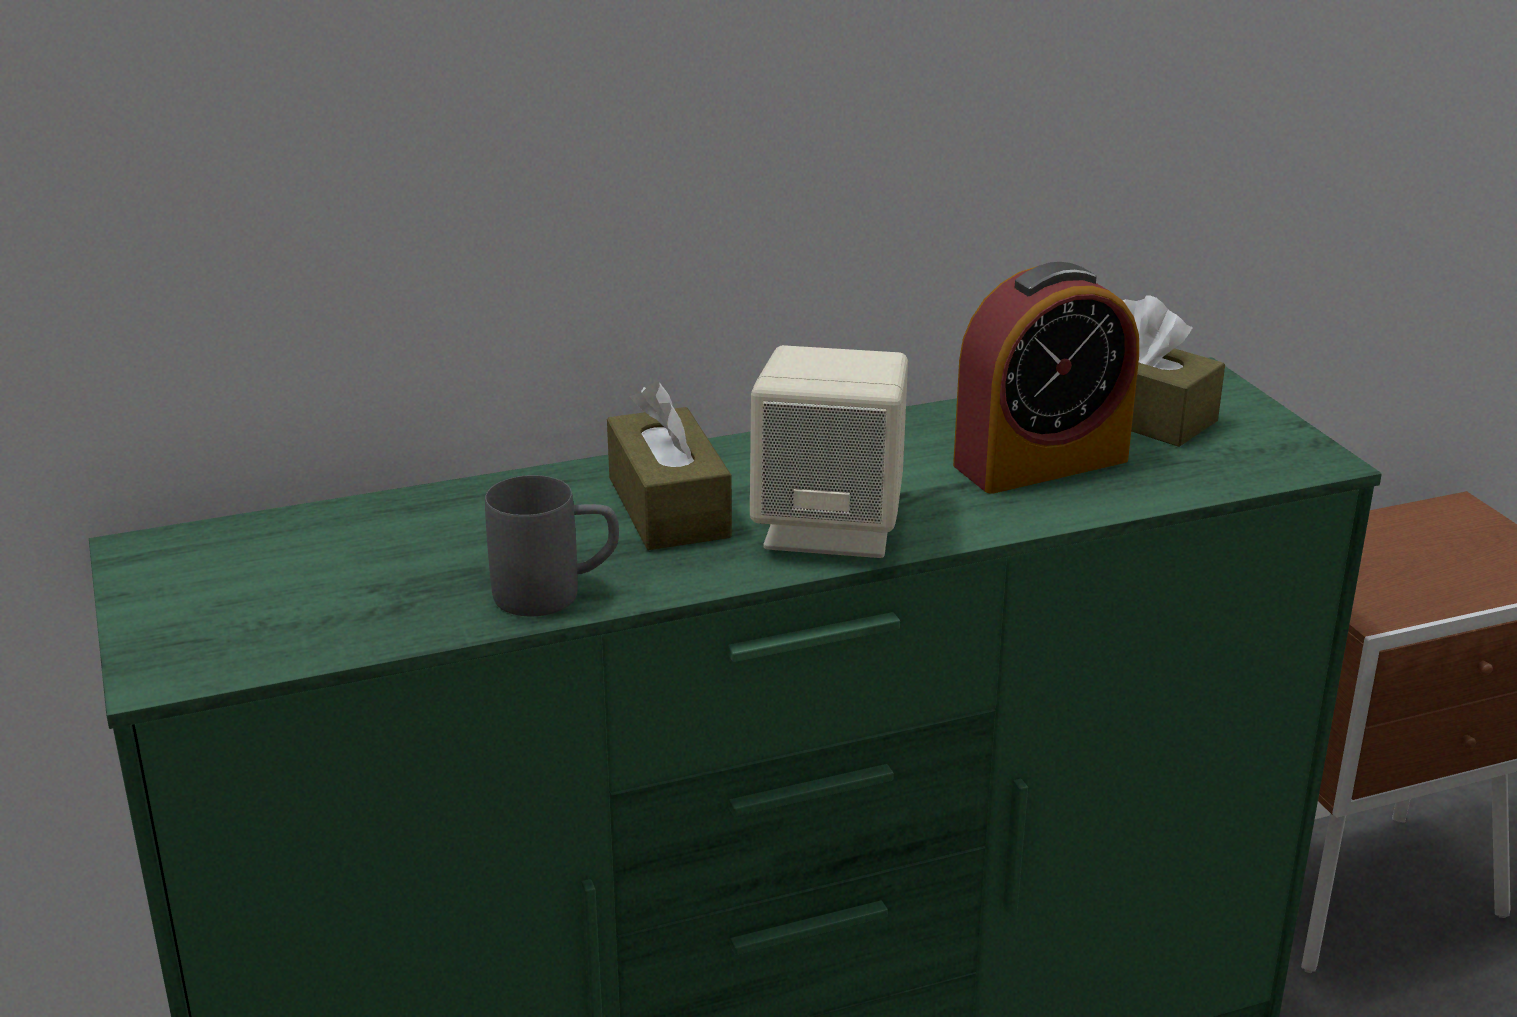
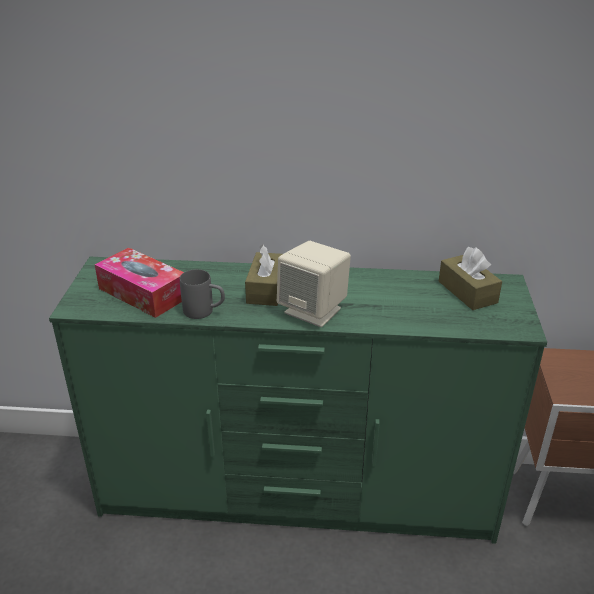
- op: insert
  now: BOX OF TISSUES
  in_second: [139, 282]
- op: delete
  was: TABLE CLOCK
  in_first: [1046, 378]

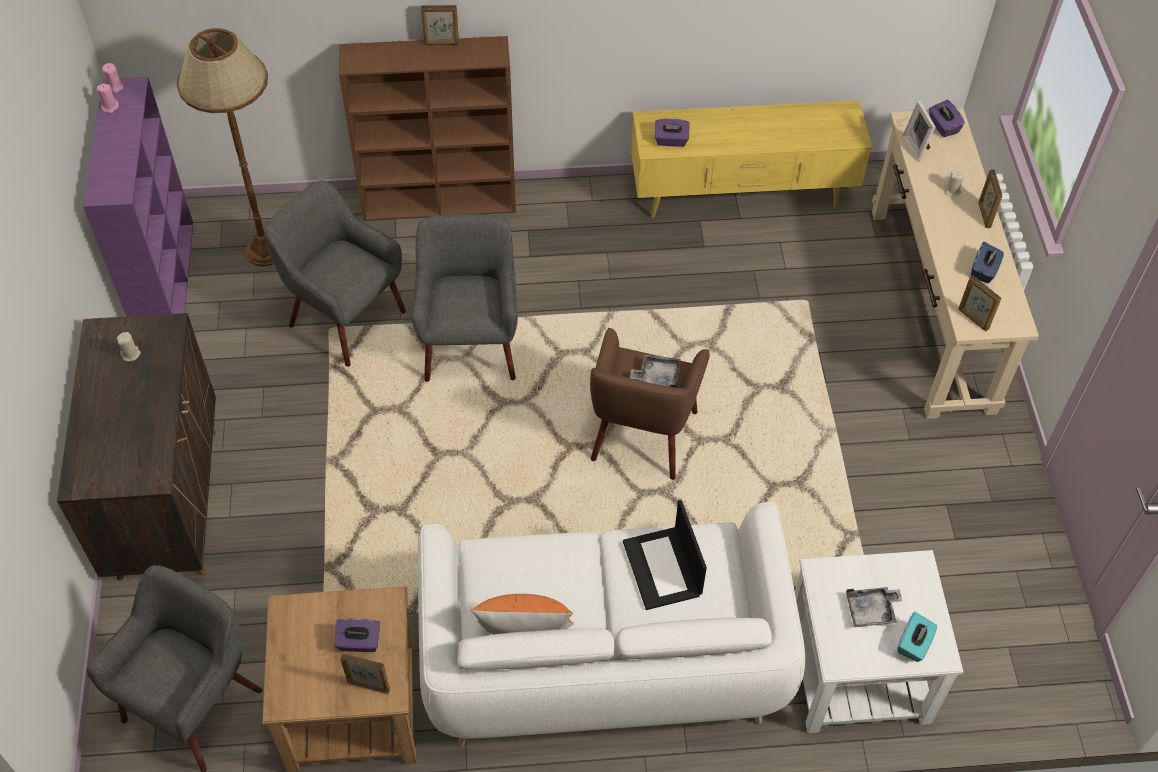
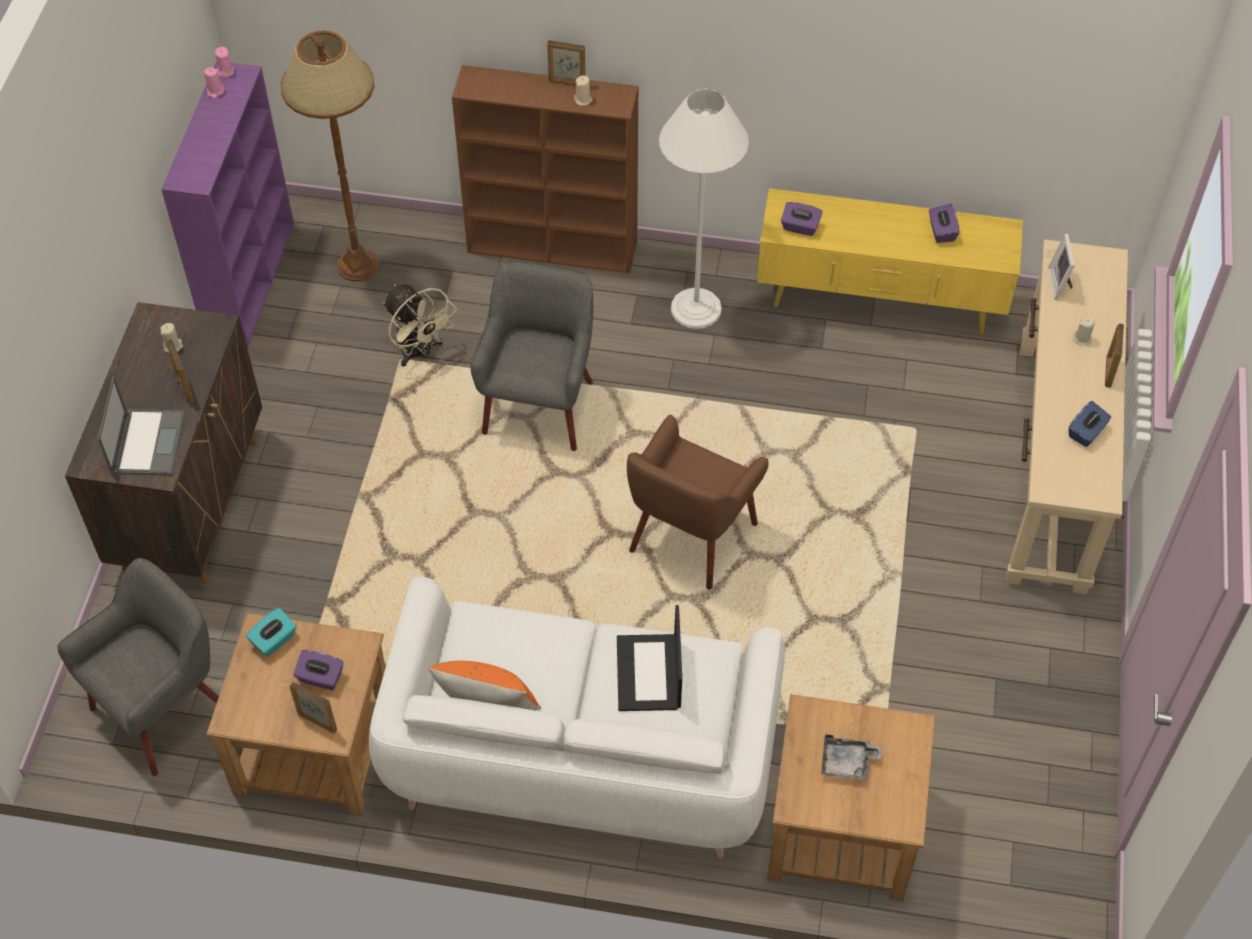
- op: insert
  now: PORTABLE COMPUTER
  in_second: [141, 426]
- op: move
  was: PICTURE FRAME
  in_first: [979, 303]
  in_second: [180, 371]
- op: move
  was: TURQUOISE-COLOURED BOX OF TISSUES
  in_first: [917, 637]
  in_second: [271, 632]
- op: replace
  was: GREY EASY CHAIR
  now: SAND-COLOURED FAN
  in_first: [335, 273]
  in_second: [420, 325]
- op: insert
  now: SAND-COLOURED WAX CANDLE
  in_second: [583, 91]
- op: insert
  now: WHITE-COLOURED STANDARD LAMP
  in_second: [704, 208]
- op: recolor
  was: WHITE-COLOURED END TABLE
  now: BROWN END TABLE
  in_first: [879, 641]
  in_second: [851, 797]
- op: move
  was: PURPLISH BOX OF TISSUES
  in_first: [947, 118]
  in_second: [944, 223]
- op: delete
  was: GREY TRAY
  in_first: [655, 370]

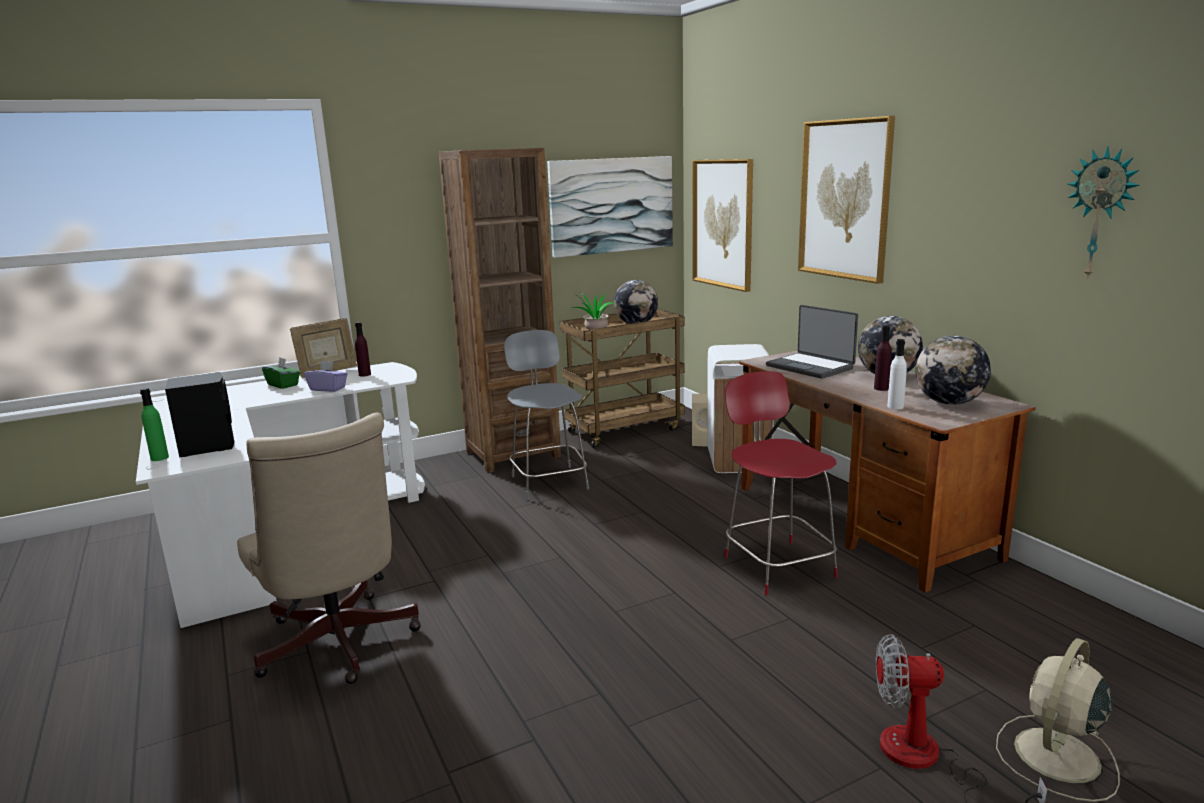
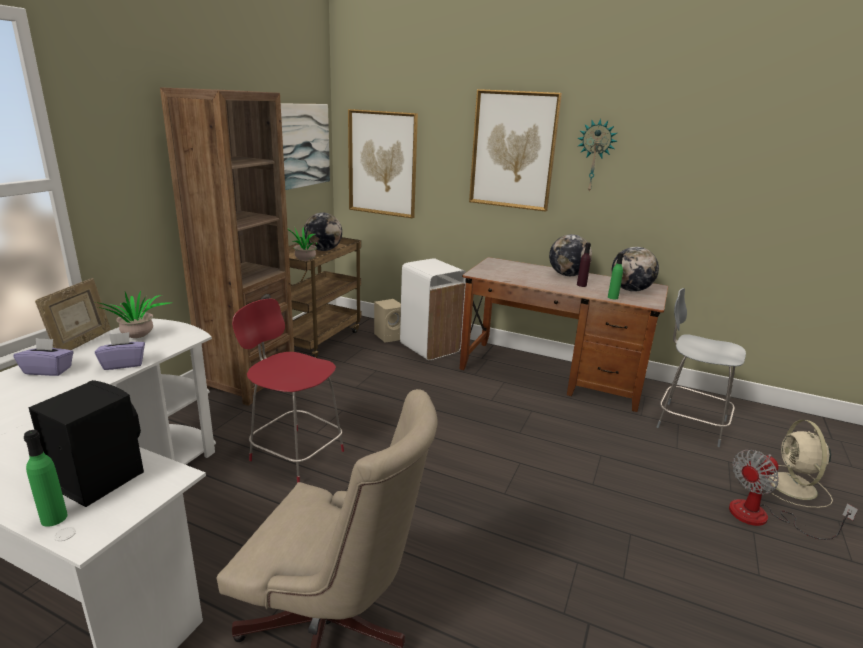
- op: recolor
  was: GREEN-COLOURED BOX OF TISSUES
  now: PURPLISH BOX OF TISSUES
  in_first: [281, 373]
  in_second: [44, 357]
- op: replace
  was: PURPLISH BOTTLE
  now: HOUSEPLANT
  in_first: [363, 349]
  in_second: [133, 314]
- op: move
  was: RED CHAIR
  in_first: [781, 483]
  in_second: [288, 390]
- op: move
  was: CLOCK ON THE WALL
  in_first: [1104, 213]
  in_second: [597, 155]
- op: recolor
  was: WHITE-COLOURED BOTTLE
  now: GREEN-COLOURED BOTTLE
  in_first: [897, 374]
  in_second: [616, 276]
- op: move
  was: GREY CHAIR
  in_first: [546, 415]
  in_second: [701, 367]
- op: delete
  was: PORTABLE COMPUTER
  in_first: [812, 342]

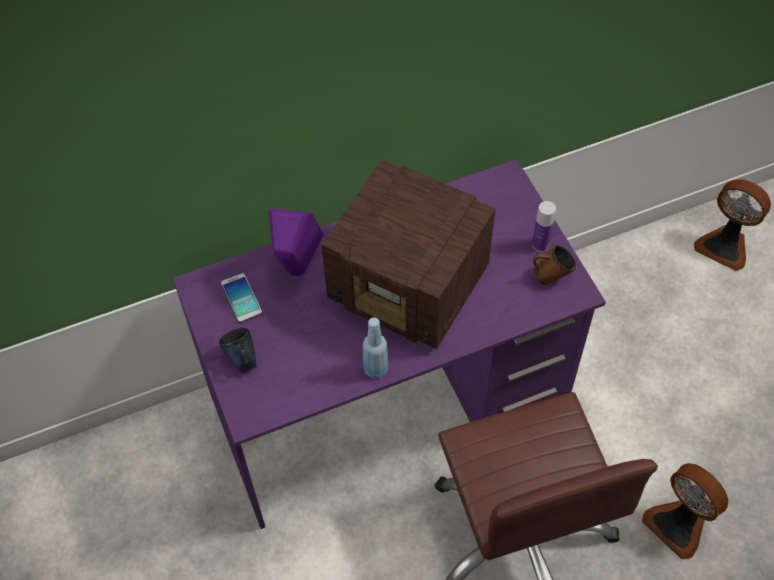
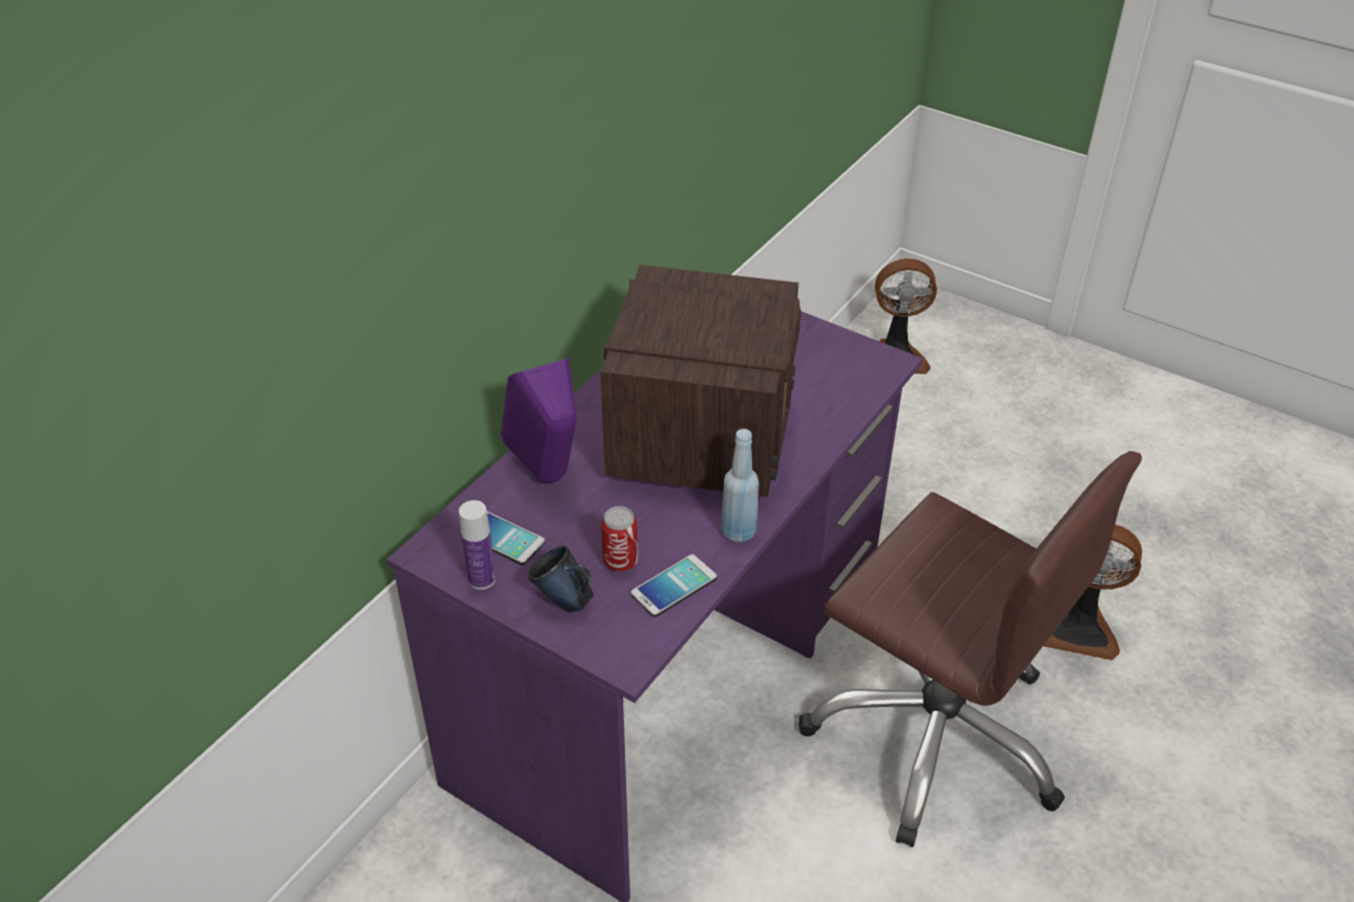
- op: move
  was: BOTTLE
  in_first: [544, 226]
  in_second: [477, 545]
- op: rotate
  was: RADIO RECEIVER
  in_first: [408, 254]
  in_second: [700, 381]
  clockwise: -75
- op: insert
  now: SEALED CAN
  in_second: [619, 539]
- op: insert
  now: TELEPHONE
  in_second: [674, 585]
- op: delete
  was: BROWN COFFEE MUG
  in_first: [554, 265]

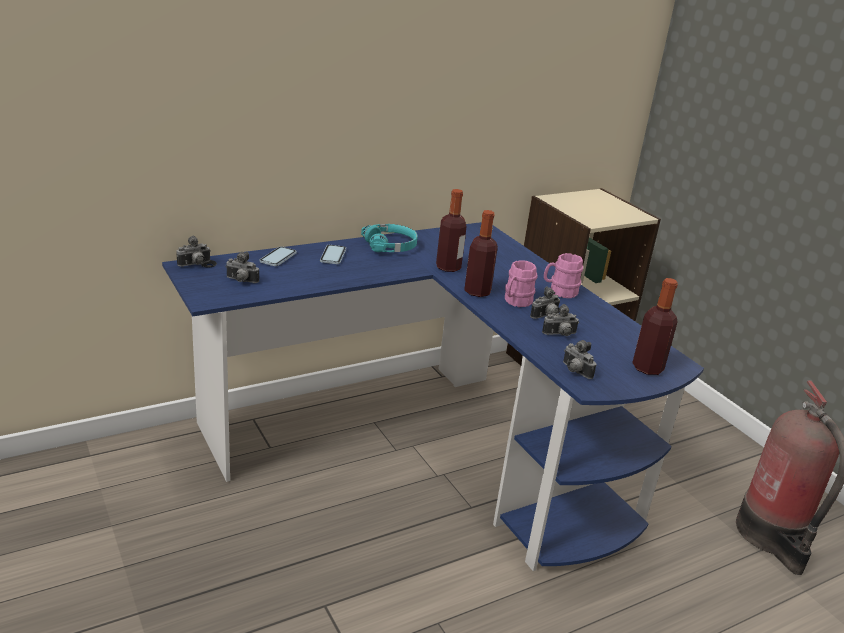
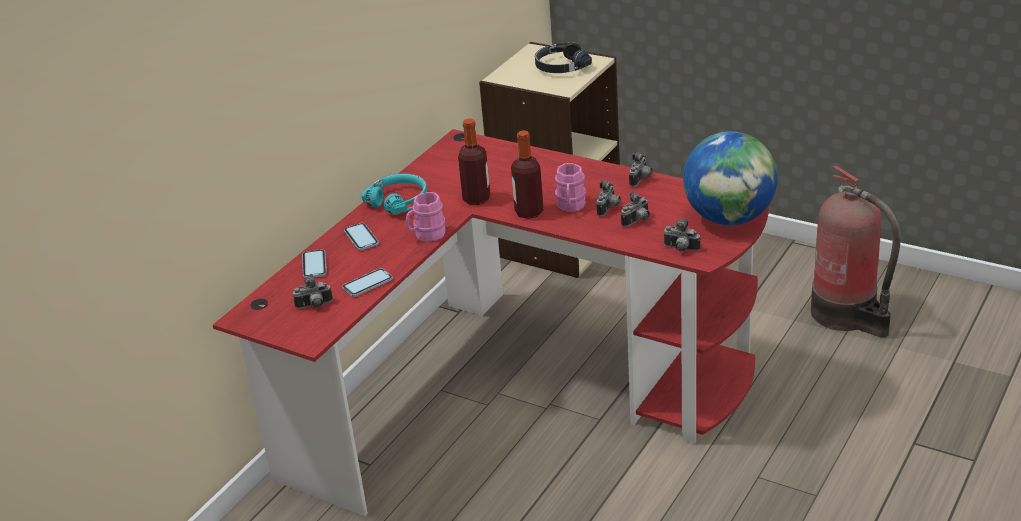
- op: recolor
  was: BLUISH DESK TABLE
  now: RED DESK TABLE
  in_first: [433, 396]
  in_second: [491, 322]
- op: insert
  now: TELEPHONE
  in_second: [367, 282]
- op: move
  was: PINK COFFEE MUG
  in_first: [563, 275]
  in_second: [426, 217]
- op: insert
  now: BLACKISH PAIR OF HEADPHONES
  in_second: [563, 57]
- op: move
  was: STILL CAMERA
  in_first: [193, 251]
  in_second: [640, 169]
- op: replace
  was: BOTTLE
  now: DESK GLOBE
  in_first: [655, 326]
  in_second: [730, 178]

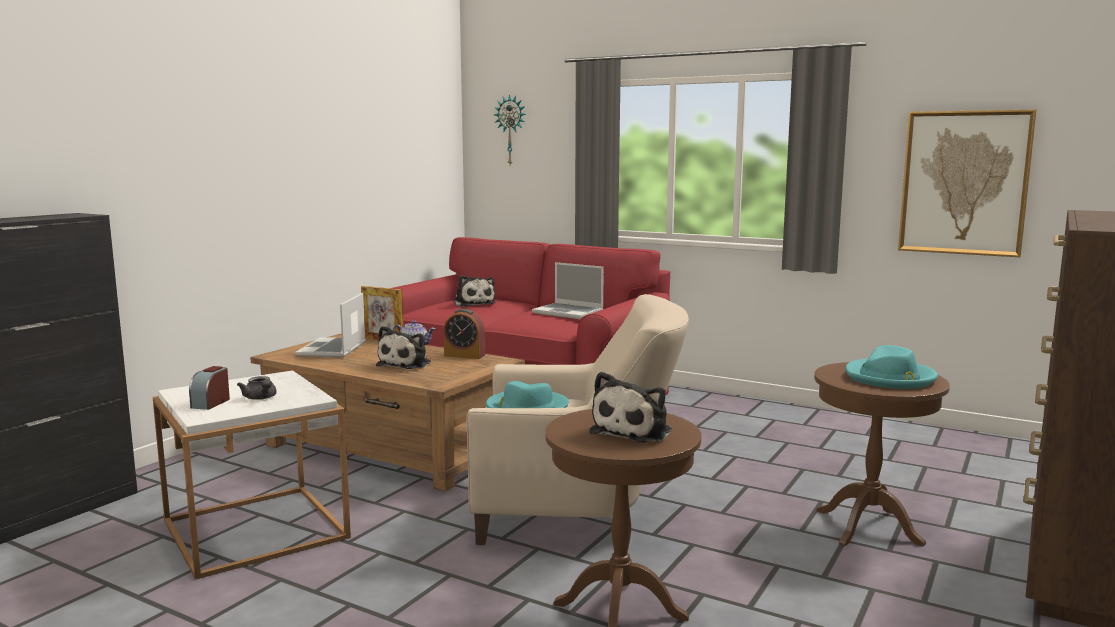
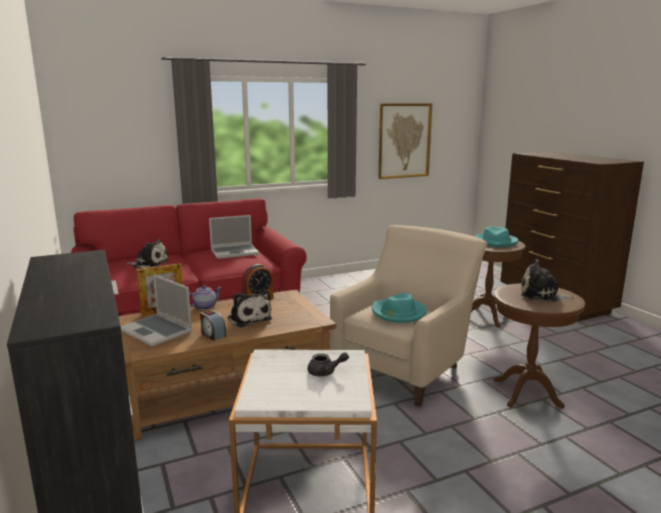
- op: move
  was: TABLE CLOCK
  in_first: [209, 388]
  in_second: [213, 325]
- op: rotate
  was: PLUSH TOY
  in_first: [630, 407]
  in_second: [548, 280]
  clockwise: 135
- op: delete
  was: CLOCK ON THE WALL
  in_first: [510, 129]

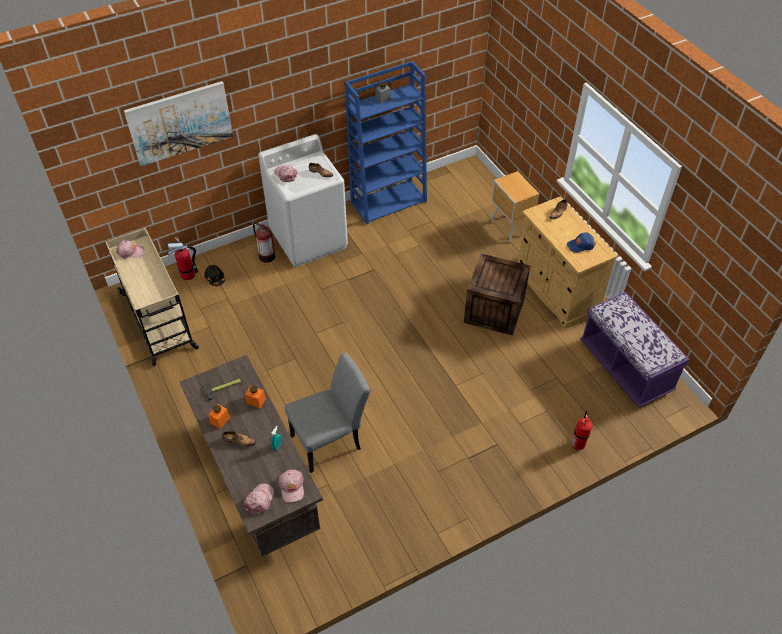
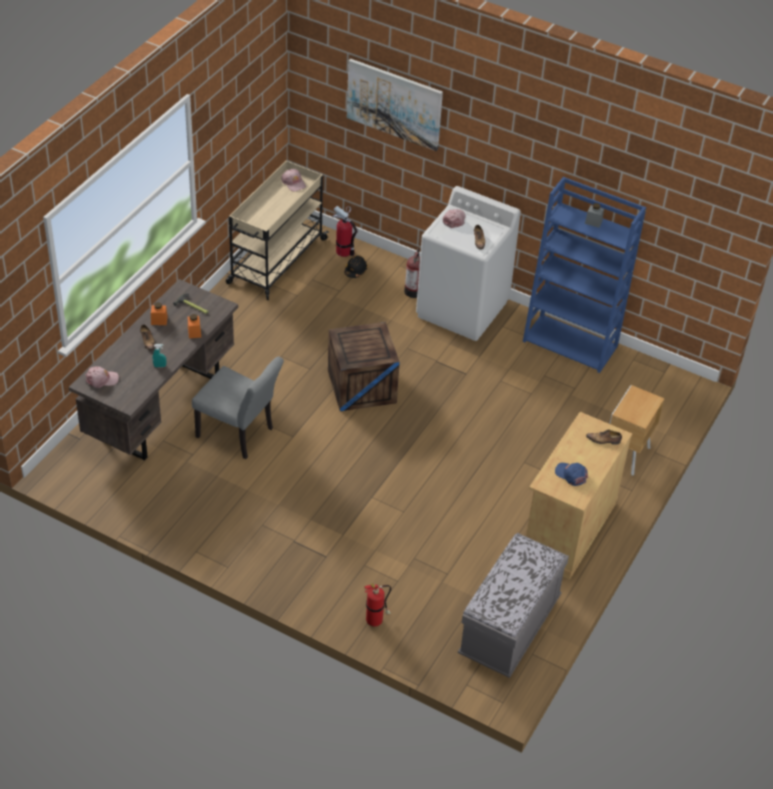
- op: move
  was: PACKING CRATE
  in_first: [497, 295]
  in_second: [364, 366]
- op: recolor
  was: PURPLISH INDOOR BENCH
  now: GREY INDOOR BENCH
  in_first: [635, 349]
  in_second: [513, 605]
- op: delete
  was: PINK BASEBALL CAP
  in_first: [291, 486]

